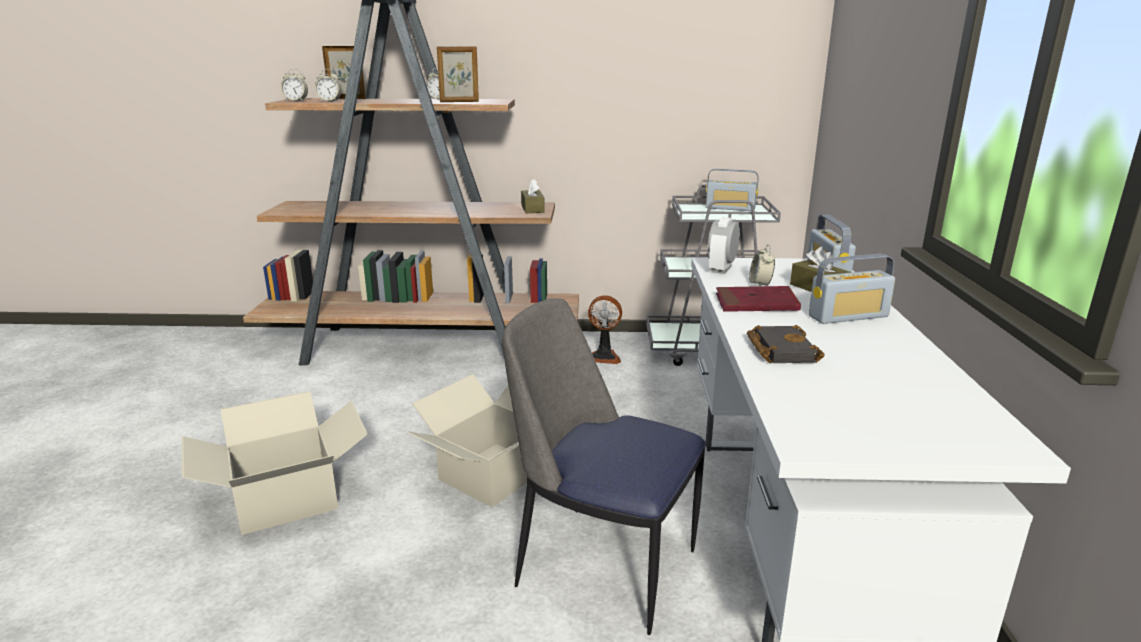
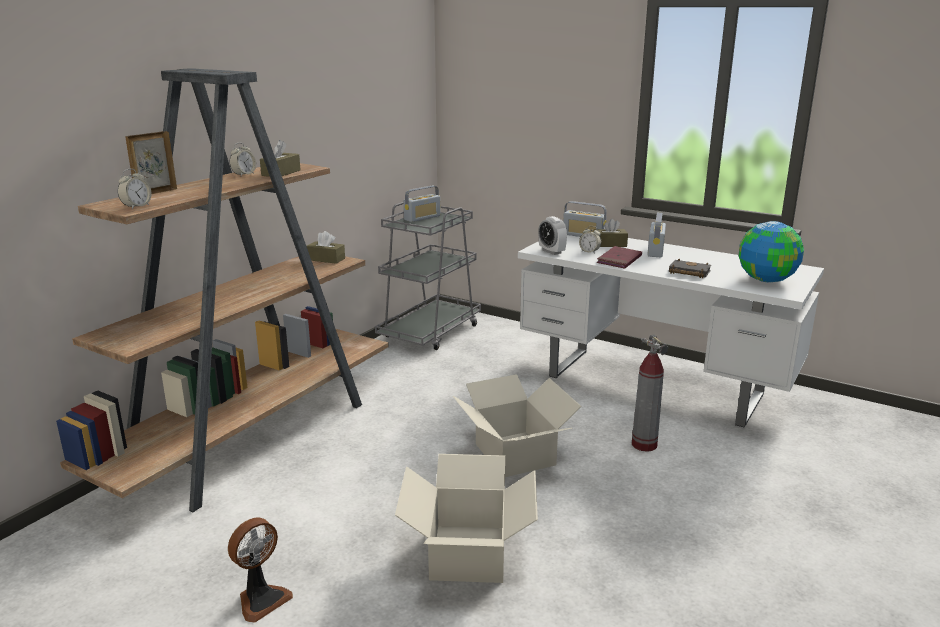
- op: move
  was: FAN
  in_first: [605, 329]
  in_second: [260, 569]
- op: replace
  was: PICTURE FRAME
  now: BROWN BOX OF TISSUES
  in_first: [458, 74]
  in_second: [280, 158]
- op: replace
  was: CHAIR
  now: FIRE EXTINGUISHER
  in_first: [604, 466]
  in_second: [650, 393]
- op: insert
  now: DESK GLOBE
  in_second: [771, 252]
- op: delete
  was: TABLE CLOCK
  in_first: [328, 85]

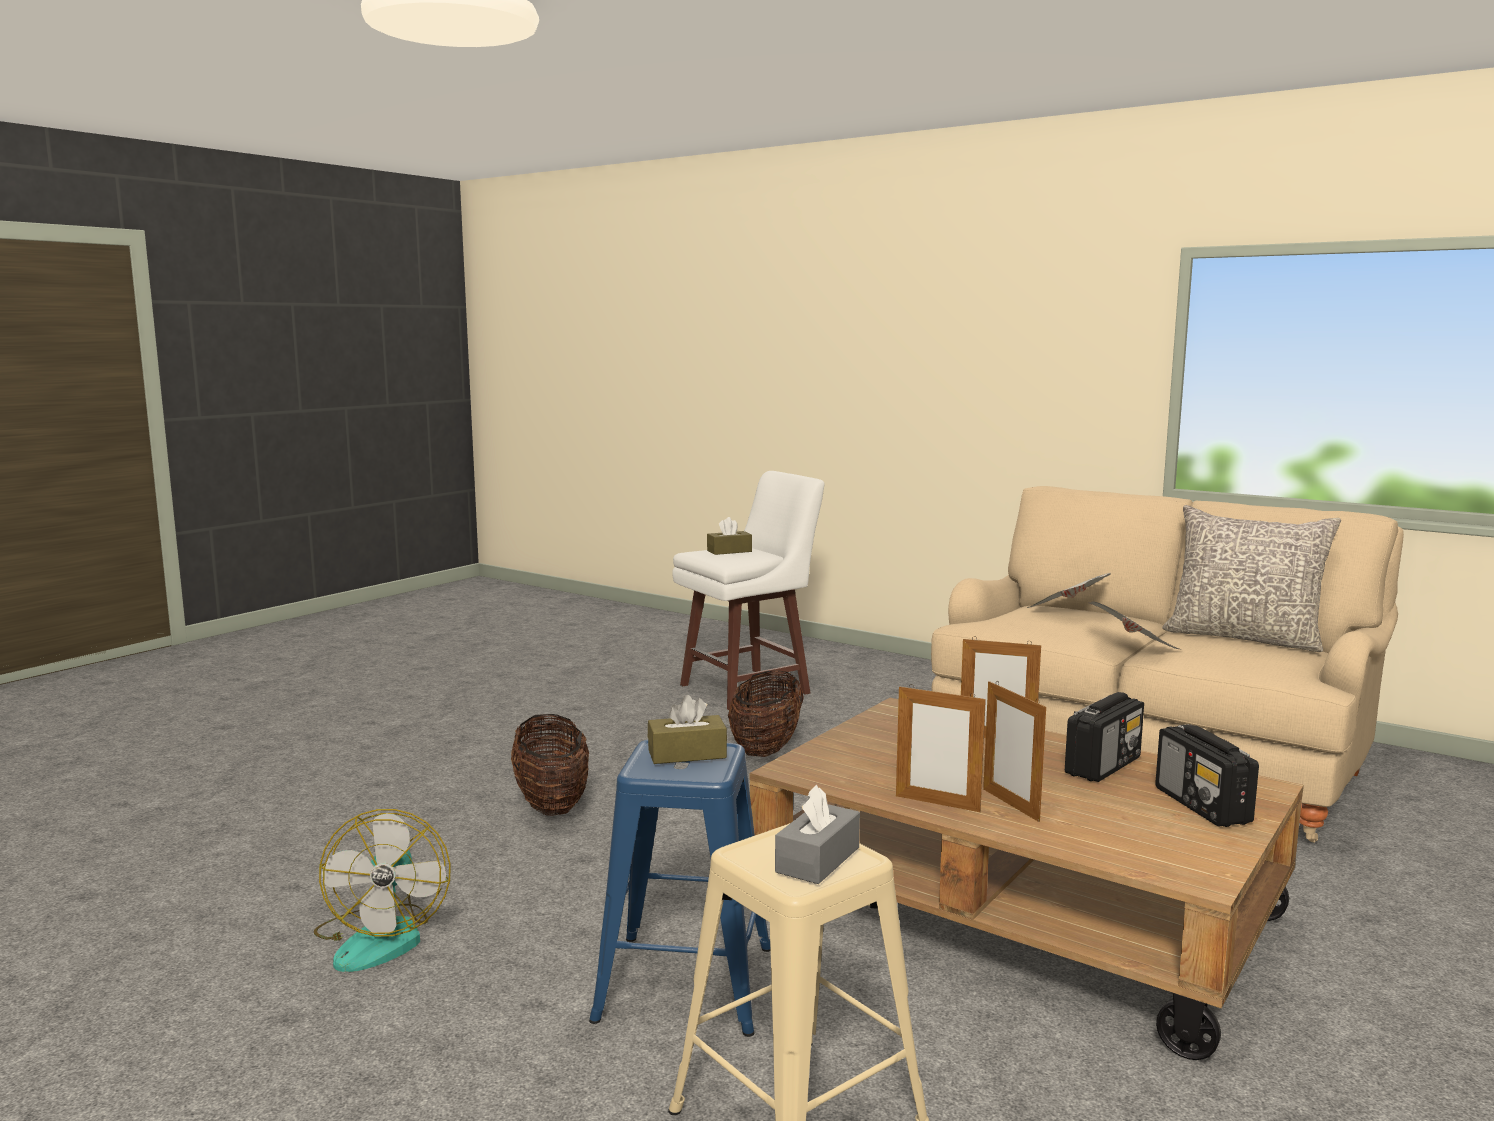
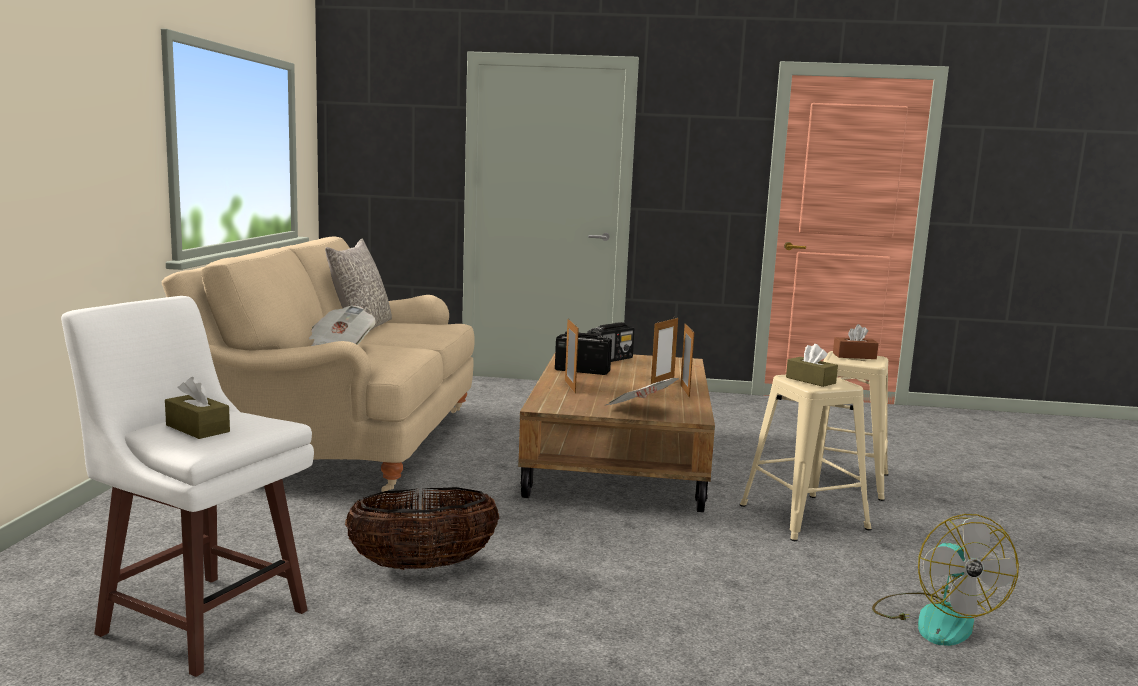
- op: move
  was: DAILY PAPER
  in_first: [1134, 625]
  in_second: [642, 391]
- op: recolor
  was: BLUISH STOOL SEAT
  now: SAND-COLOURED STOOL SEAT
  in_first: [679, 888]
  in_second: [806, 458]
- op: recolor
  was: GREY BOX OF TISSUES
  now: BROWN BOX OF TISSUES
  in_first: [817, 834]
  in_second: [856, 341]
- op: rotate
  was: FAN
  in_first: [382, 890]
  in_second: [945, 580]
  clockwise: 120
- op: delete
  was: BASKET
  in_first: [550, 765]

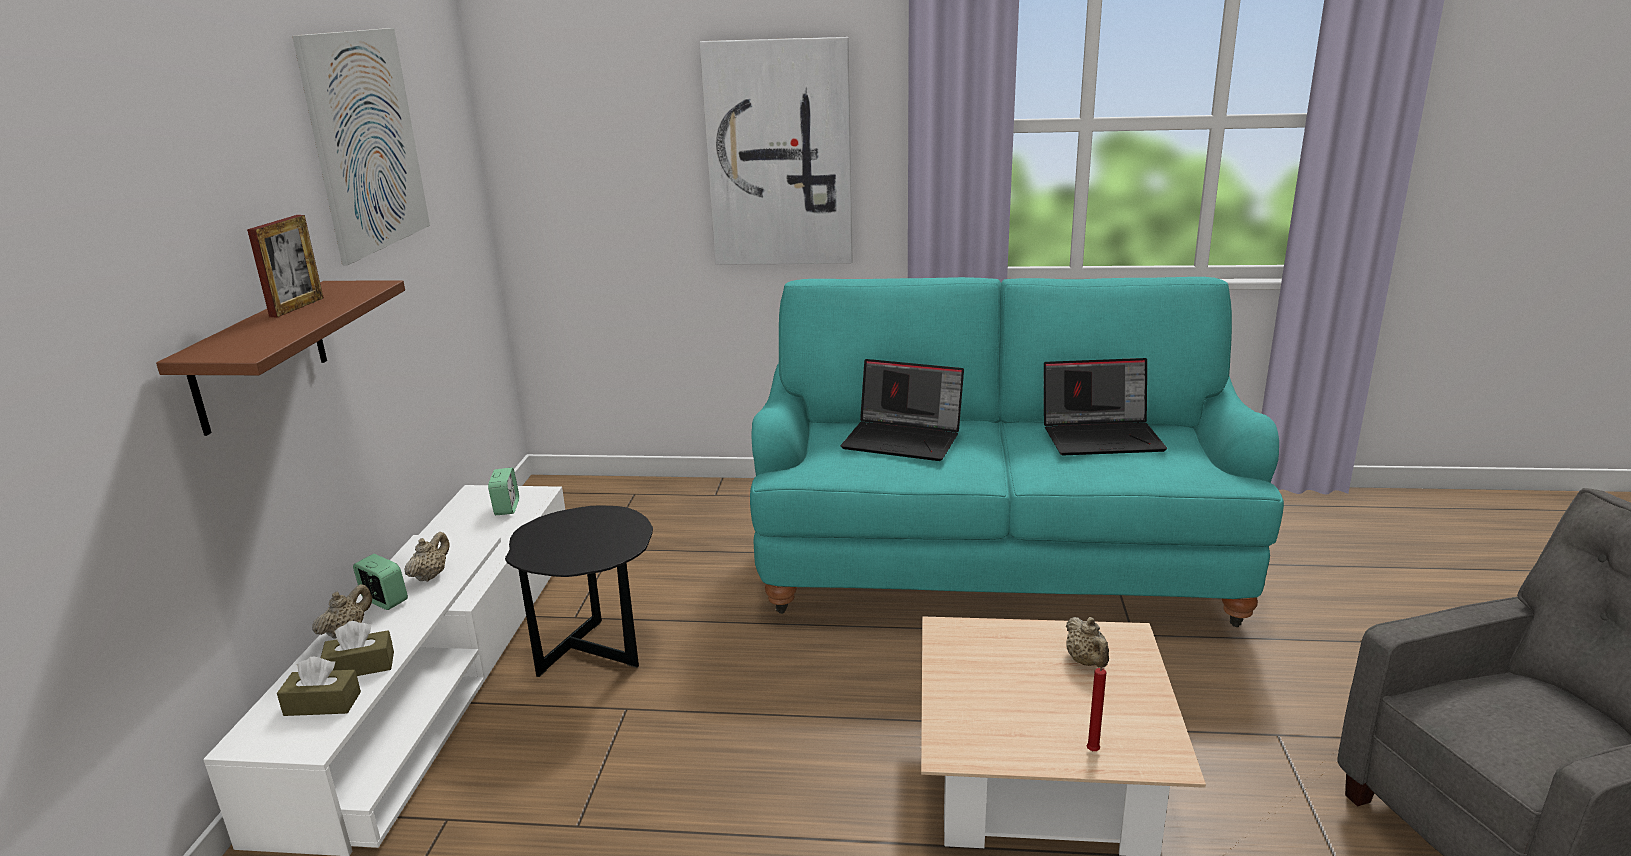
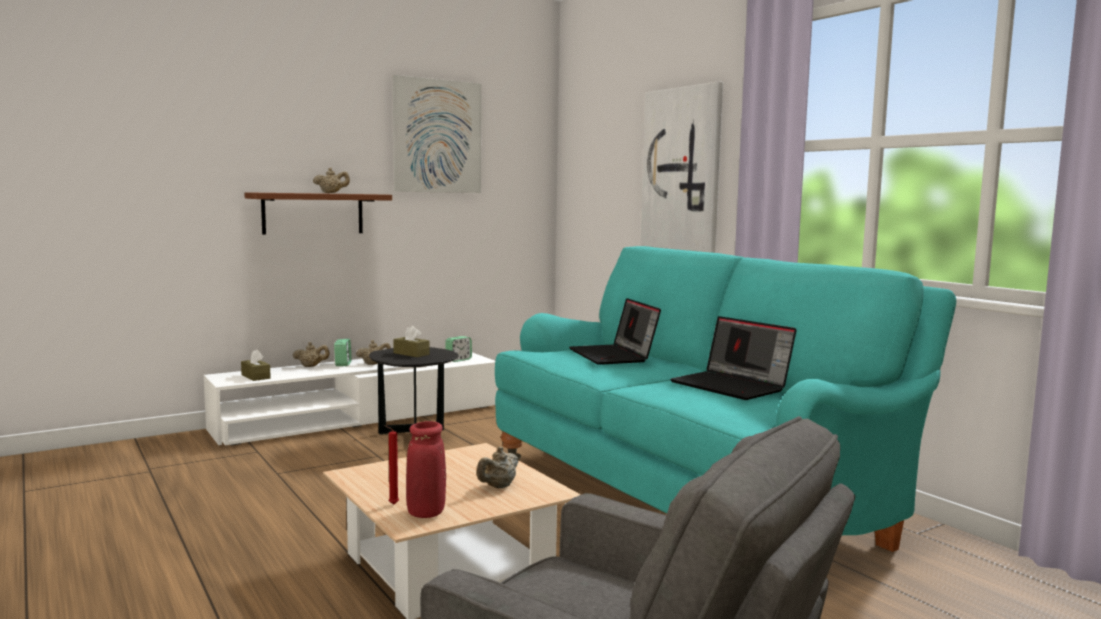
- op: replace
  was: PICTURE FRAME
  now: SAND-COLOURED POT FOR TEA
  in_first: [285, 266]
  in_second: [331, 180]
- op: move
  was: BROWN BOX OF TISSUES
  in_first: [357, 648]
  in_second: [411, 341]
- op: insert
  now: RED VASE
  in_second: [426, 469]

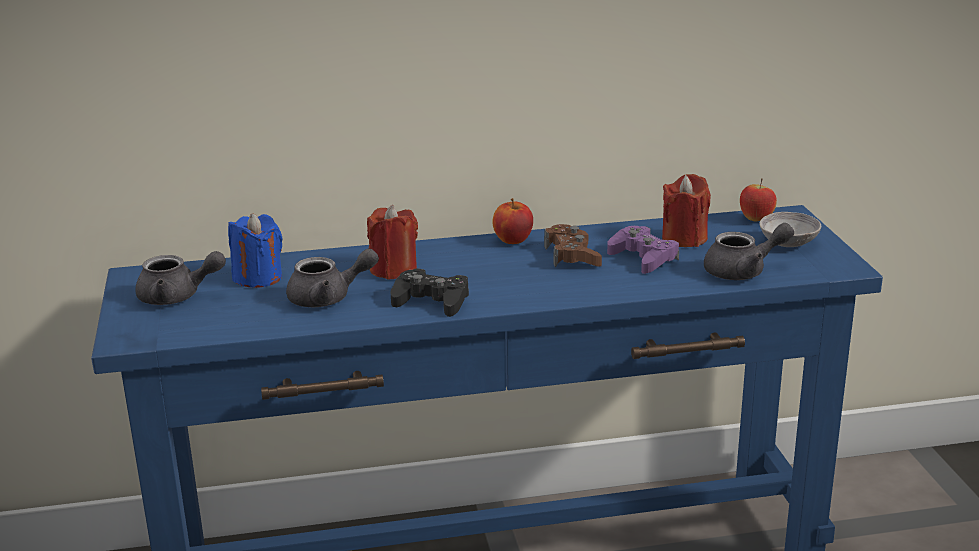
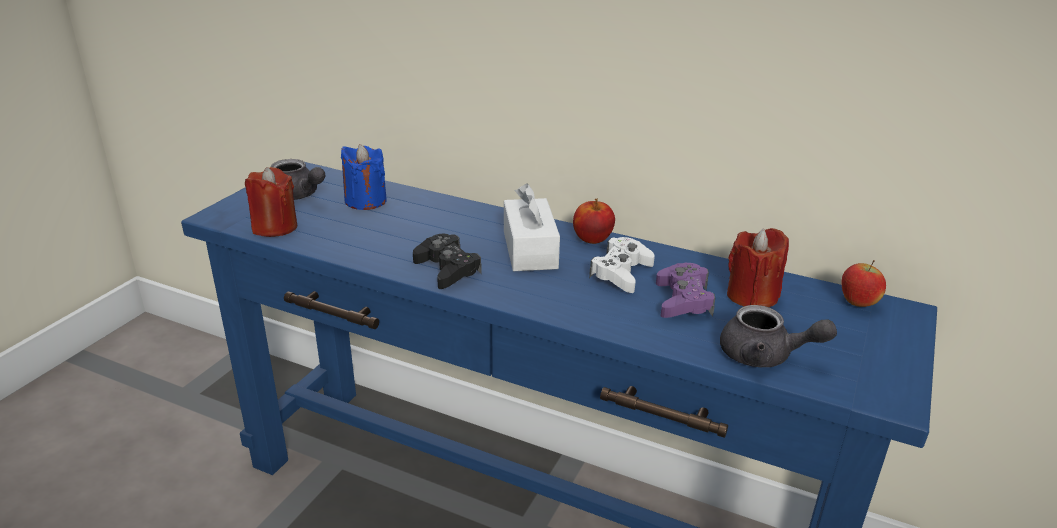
- op: move
  was: RED WAX CANDLE
  in_first: [392, 242]
  in_second: [271, 202]
- op: insert
  now: WHITE-COLOURED BOX OF TISSUES
  in_second: [532, 227]
- op: recolor
  was: BROWN GAME CONTROLLER
  now: WHITE-COLOURED GAME CONTROLLER
  in_first: [573, 245]
  in_second: [622, 265]
- op: delete
  was: GREY POT FOR TEA
  in_first: [332, 277]
- op: delete
  was: GREY SERVING BOWL
  in_first: [790, 229]

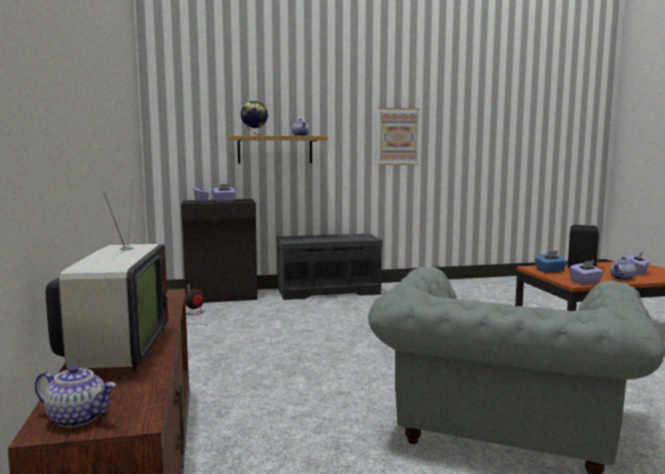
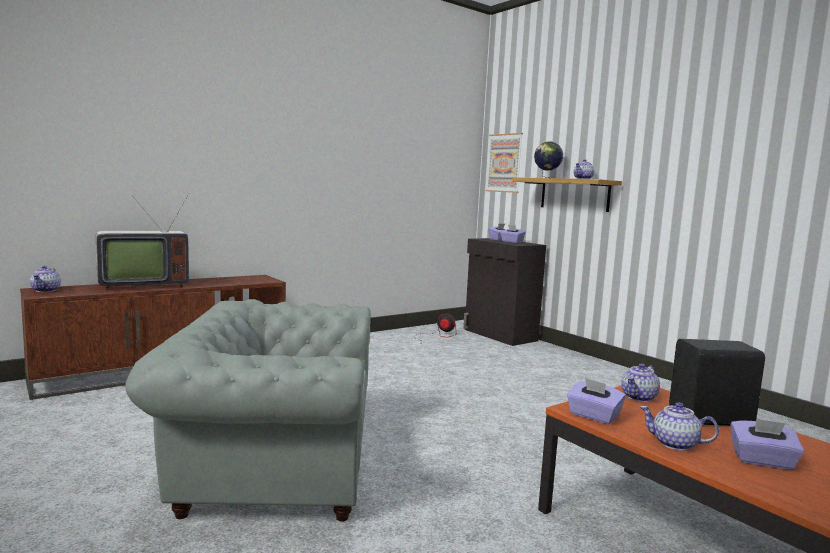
- op: move
  was: WALL PICTURE
  in_first: [399, 136]
  in_second: [504, 163]
- op: replace
  was: BLUISH BOX OF TISSUES
  now: POT FOR TEA
  in_first: [551, 262]
  in_second: [640, 382]
- op: delete
  was: GREY INDOOR BENCH
  in_first: [329, 267]

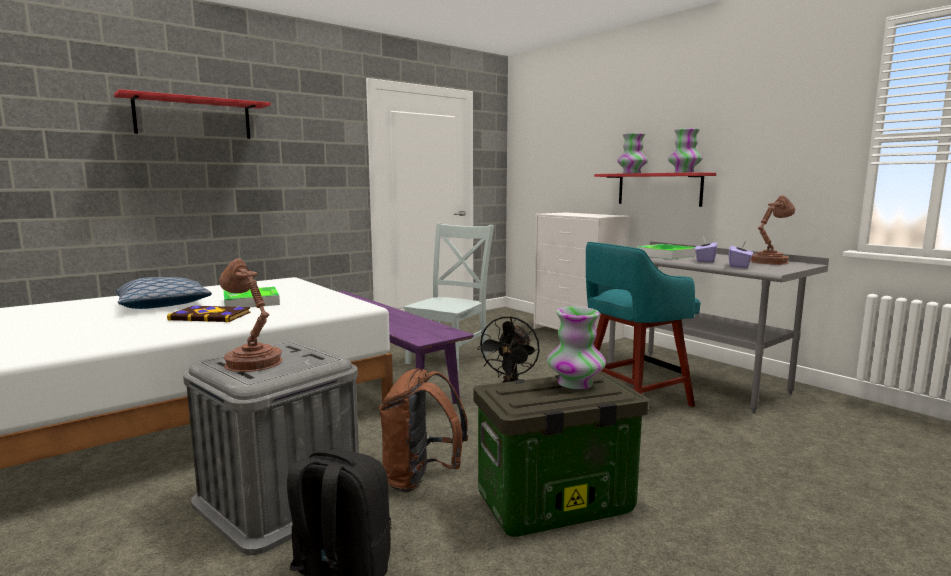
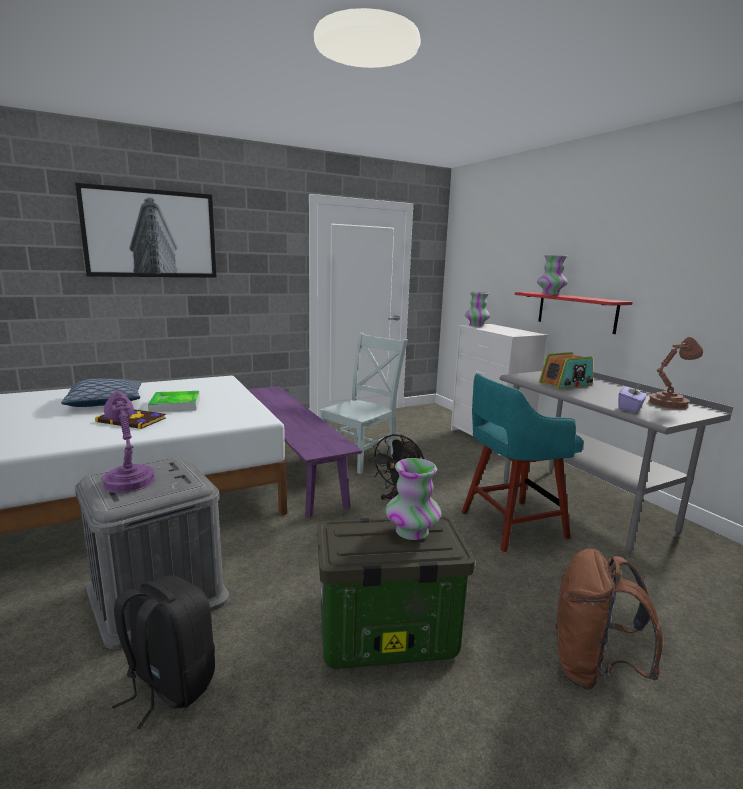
- op: replace
  was: RED WALL SHELF
  now: WALL PICTURE
  in_first: [192, 114]
  in_second: [146, 230]
- op: recolor
  was: BROWN LAMP FOR A TABLE
  now: PURPLISH LAMP FOR A TABLE
  in_first: [250, 315]
  in_second: [128, 442]
- op: move
  was: VASE
  in_first: [685, 150]
  in_second: [478, 309]
- op: replace
  was: TRAY
  now: RADIO RECEIVER
  in_first: [666, 251]
  in_second: [566, 370]
- op: move
  was: BROWN BACKPACK
  in_first: [423, 430]
  in_second: [609, 618]
- op: delete
  was: PURPLISH BOX OF TISSUES
  in_first: [706, 250]

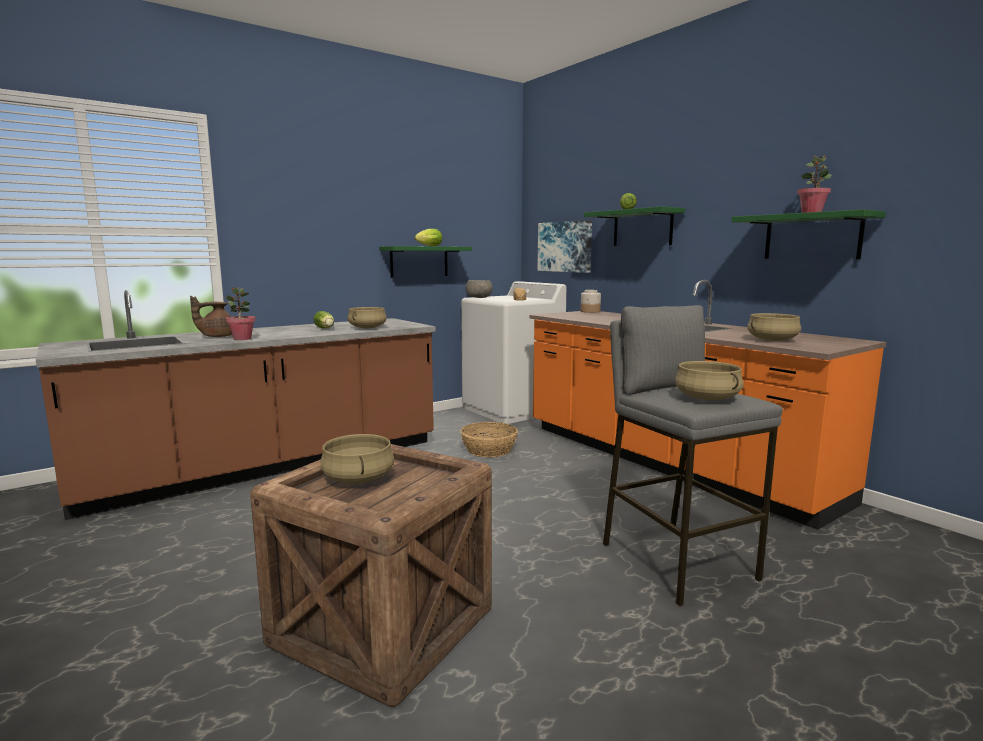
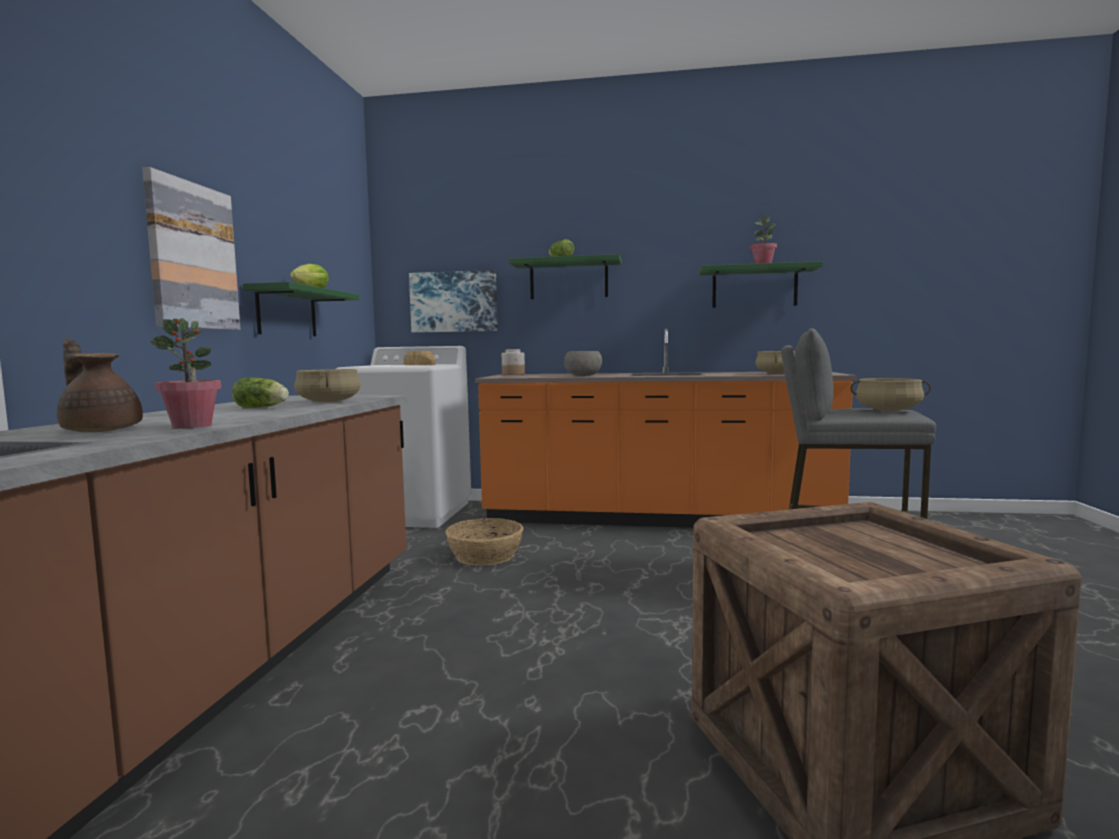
- op: rotate
  was: BROWN POT FOR TEA
  in_first: [211, 316]
  in_second: [100, 385]
  clockwise: 120
- op: insert
  now: WALL PICTURE
  in_second: [191, 248]
- op: move
  was: GREY SERVING BOWL
  in_first: [479, 289]
  in_second: [583, 363]
- op: delete
  was: SAND-COLOURED STOCKPOT
  in_first: [357, 459]

